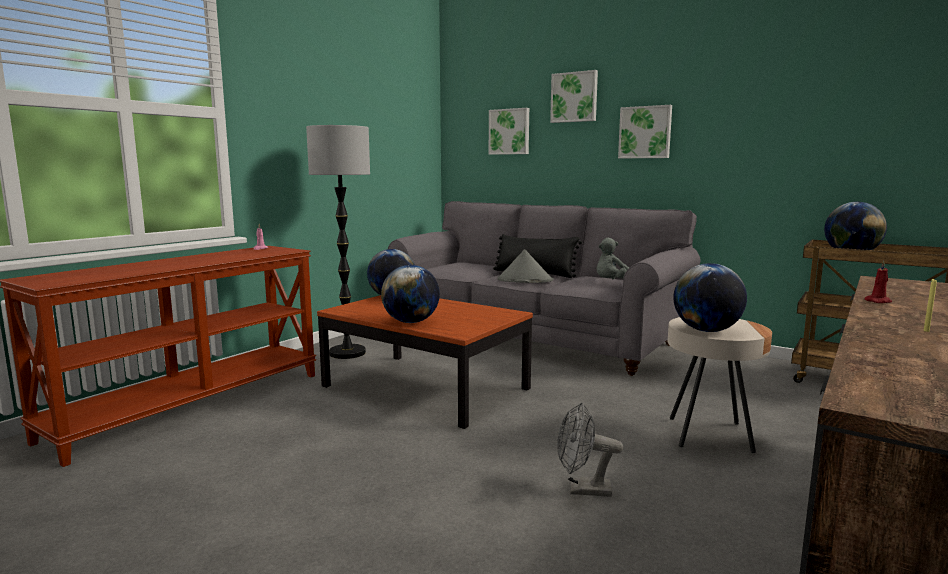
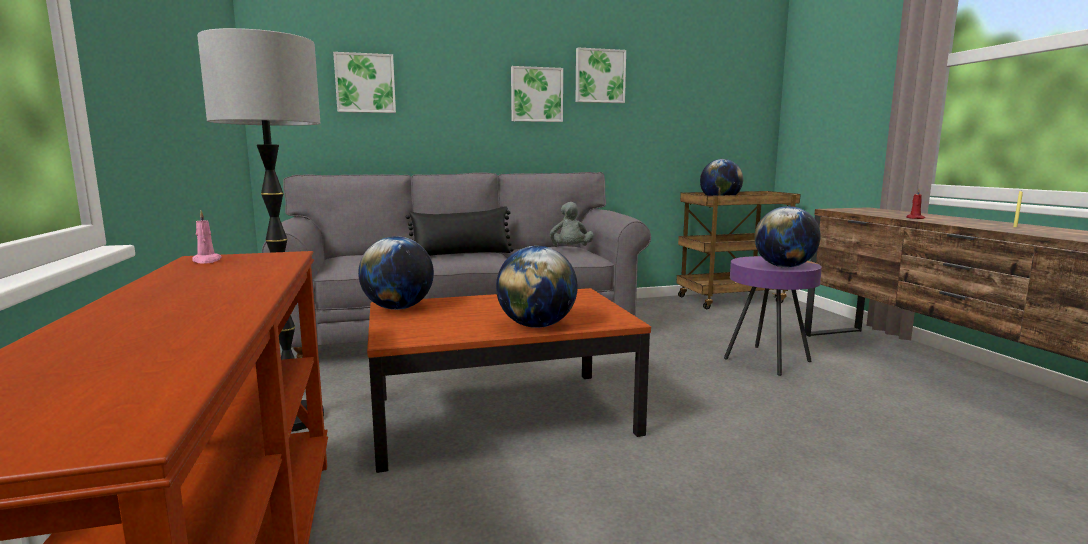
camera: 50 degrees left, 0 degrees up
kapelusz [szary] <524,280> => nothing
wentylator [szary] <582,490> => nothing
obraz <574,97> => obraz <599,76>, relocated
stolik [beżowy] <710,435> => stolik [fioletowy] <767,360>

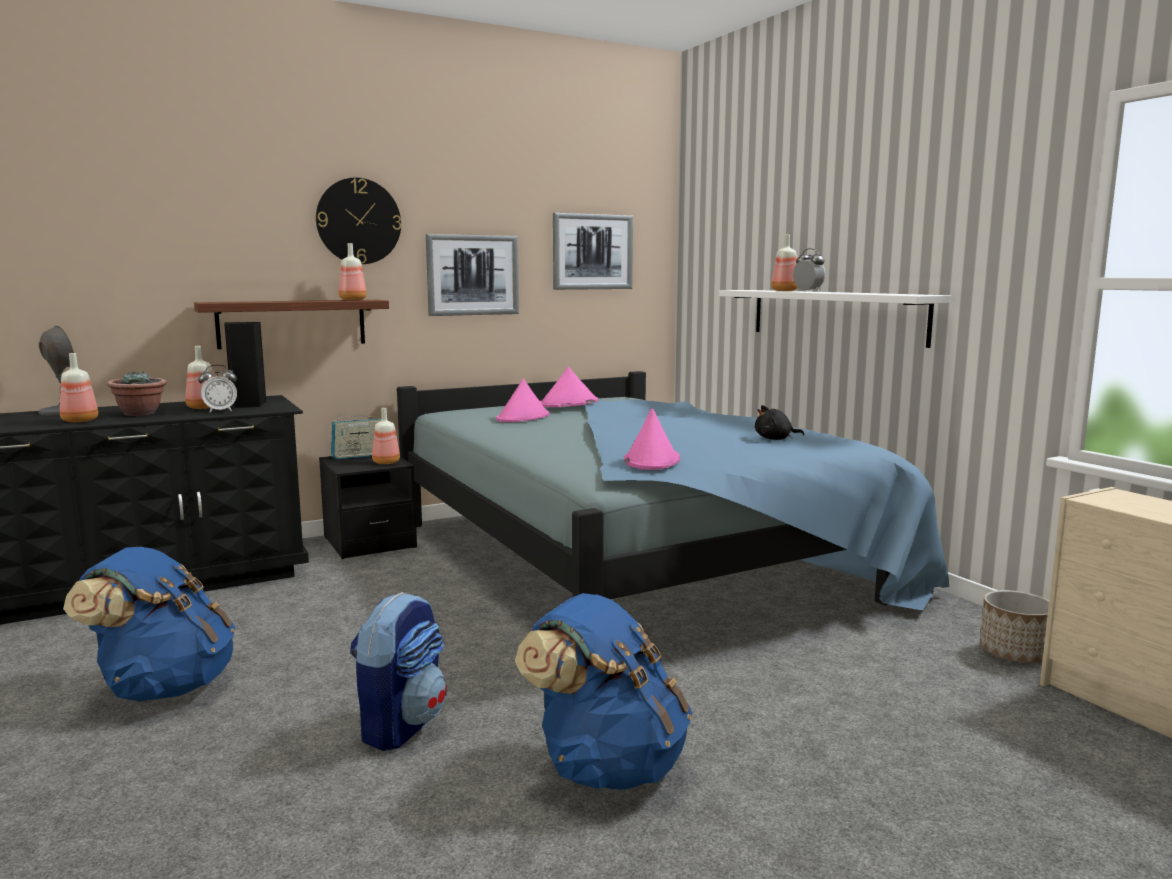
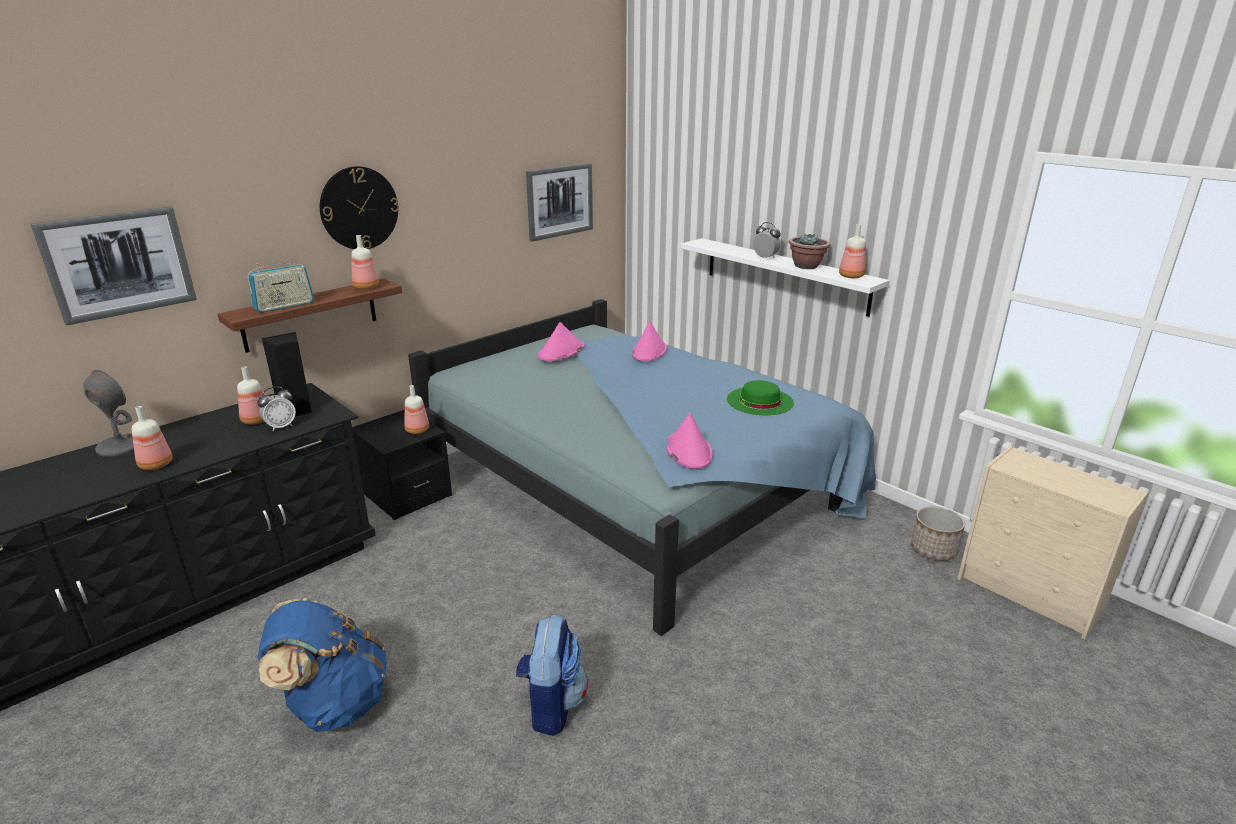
camera: 15 degrees left, 15 degrees up
plecak [niebieski] <606,766> => nothing
roślina doniczkowa <140,413> => roślina doniczkowa <806,266>, relocated
radio <359,456> => radio <284,306>, relocated
obraz <472,275> => obraz <119,264>, relocated
kapelusz [różowy] <523,418> => kapelusz [różowy] <649,351>, relocated
butelka <783,291> => butelka <850,276>, relocated
pluszak [czarny] <775,439> => kapelusz [zielony] <760,401>

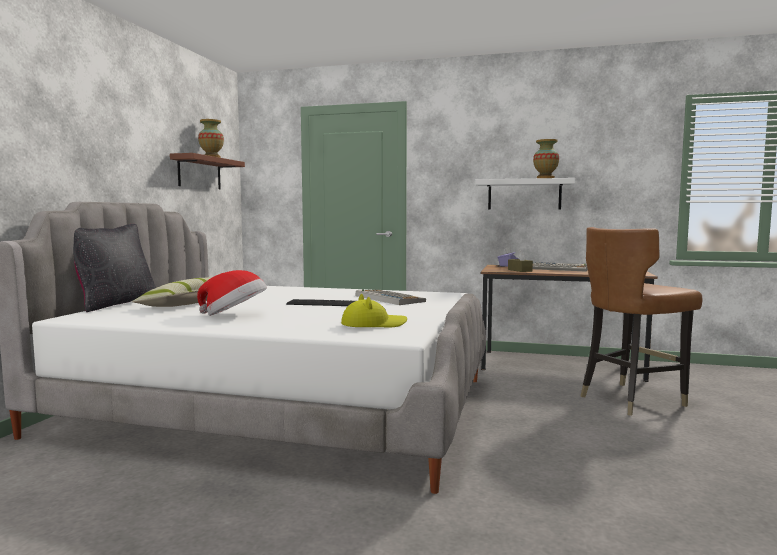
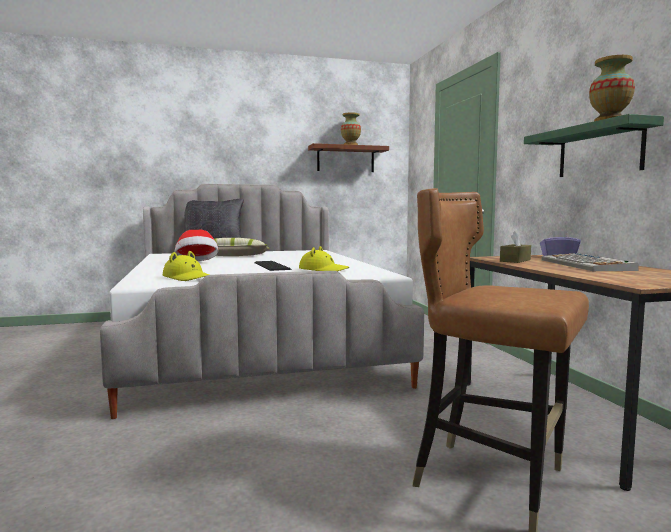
camera: 60 degrees right, 0 degrees up
klawiatura <388,298> => kapelusz [żółty] <323,270>
półka [biały] <524,194> => półka [zielony] <599,151>

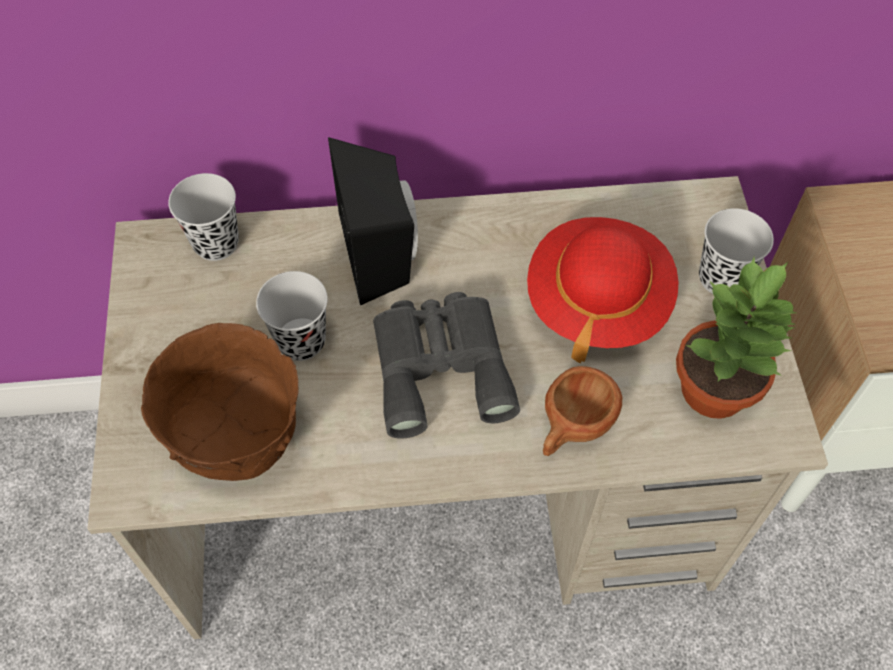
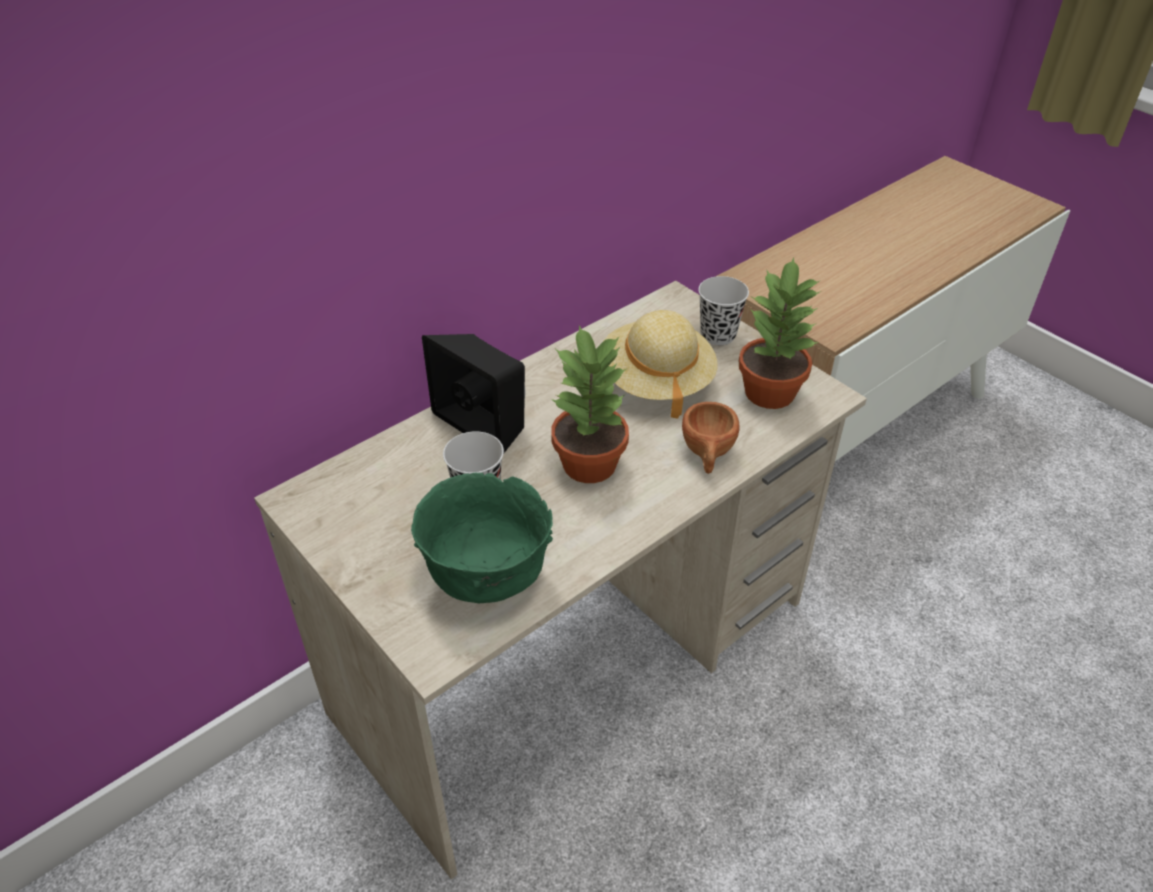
camera: 35 degrees left, 15 degrees down
filiżanka [czarny] <216,243> => nothing
lornetka [szary] <441,365> => roślina doniczkowa <590,463>
miska [brązowy] <238,437> => miska [zielony] <487,577>
kapelusz [czerwony] <597,301> => kapelusz [beżowy] <656,381>

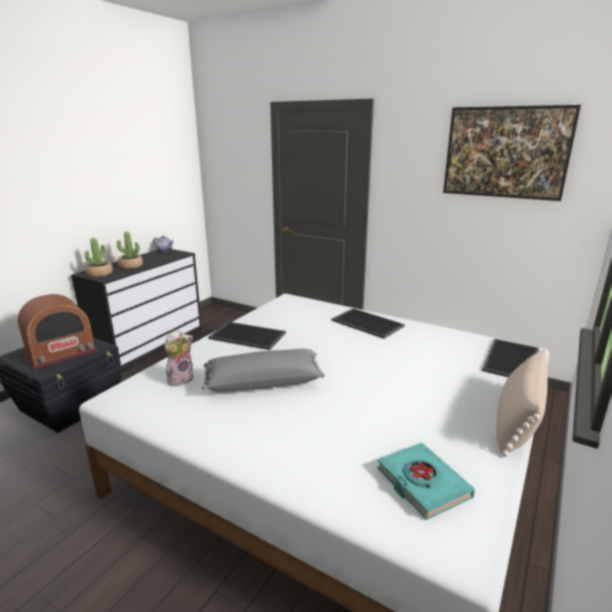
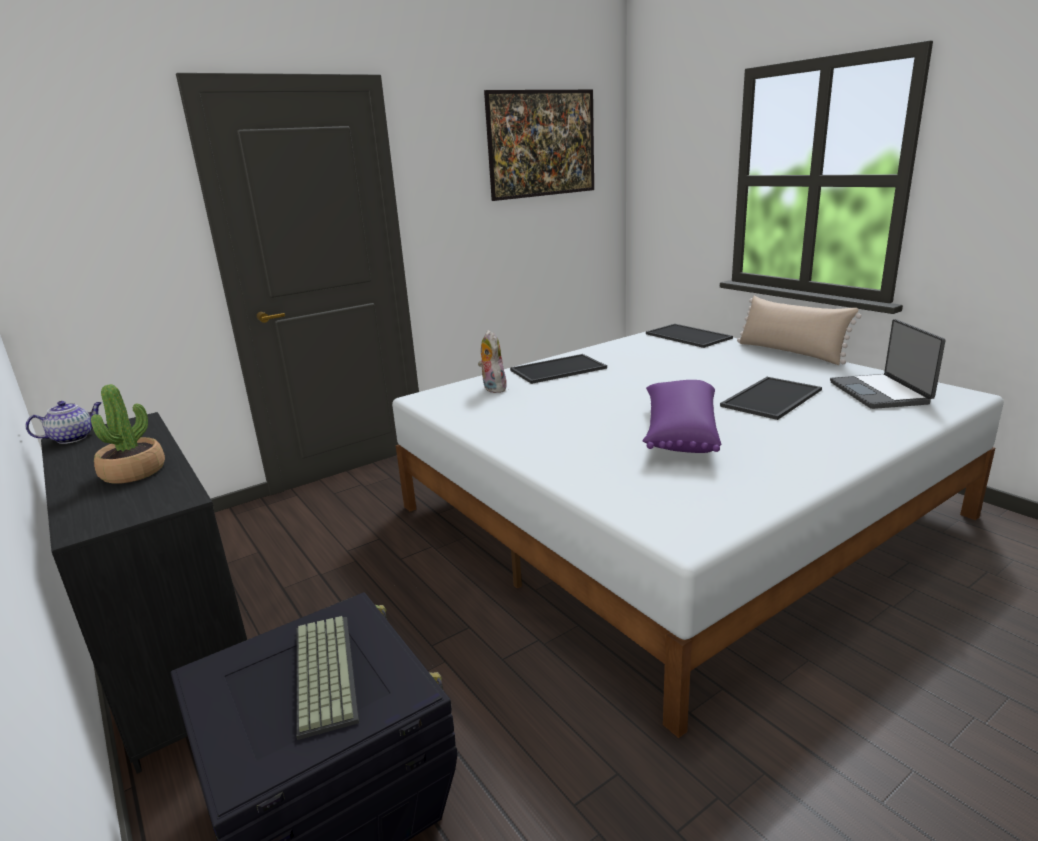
camera: 65 degrees left, 0 degrees up
roślina doniczkowa <100,274> => nothing
pluszak <180,379> => pluszak <492,388>, relocated
taca <246,336> => taca <772,399>, relocated
radio <61,352> => klawiatura <322,673>
książka [turkusowy] <422,483> => laptop <880,393>
poduszka [szary] <263,381> => poduszka [fioletowy] <679,433>

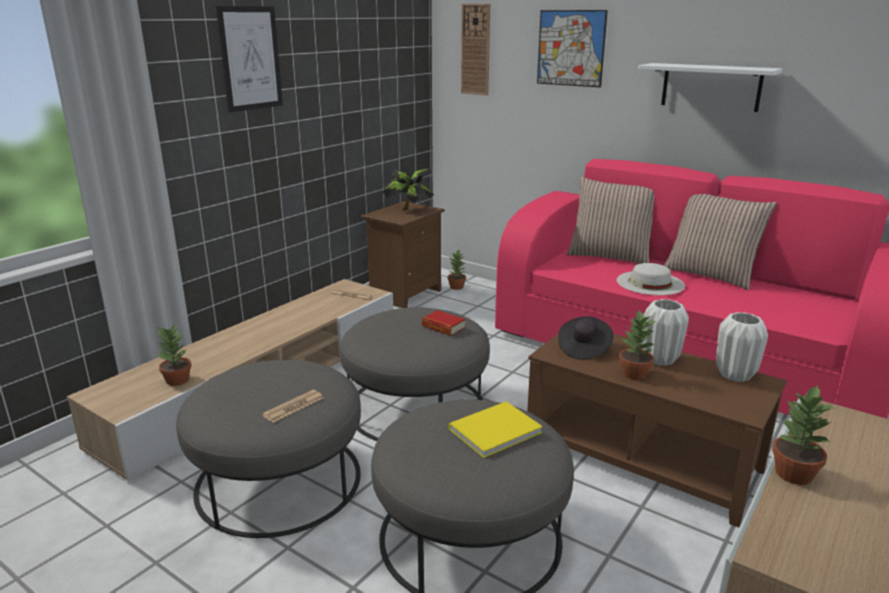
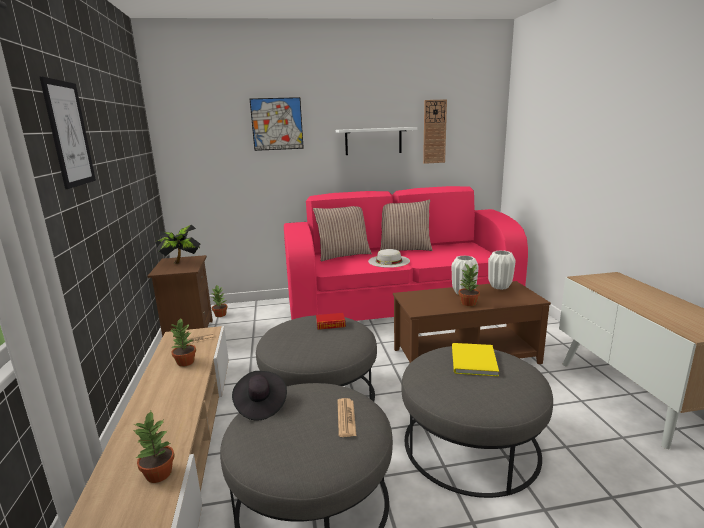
camera: 45 degrees left, 5 degrees down
zegar ścienny <475,50> => zegar ścienny <434,132>, relocated
kapelusz [czarny] <583,349> => kapelusz [czarny] <260,405>, relocated
roślina doniczkowa <793,474> => roślina doniczkowa <185,362>, relocated

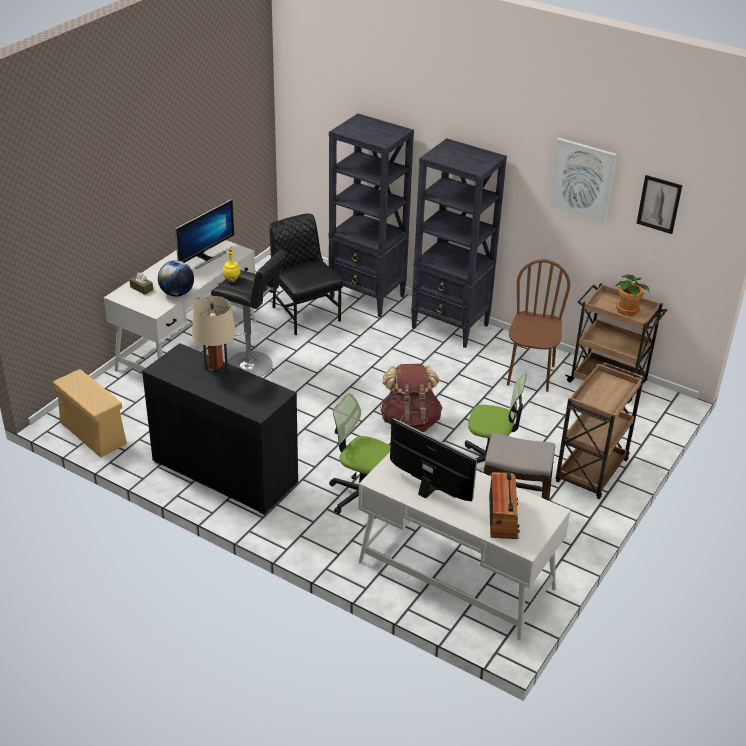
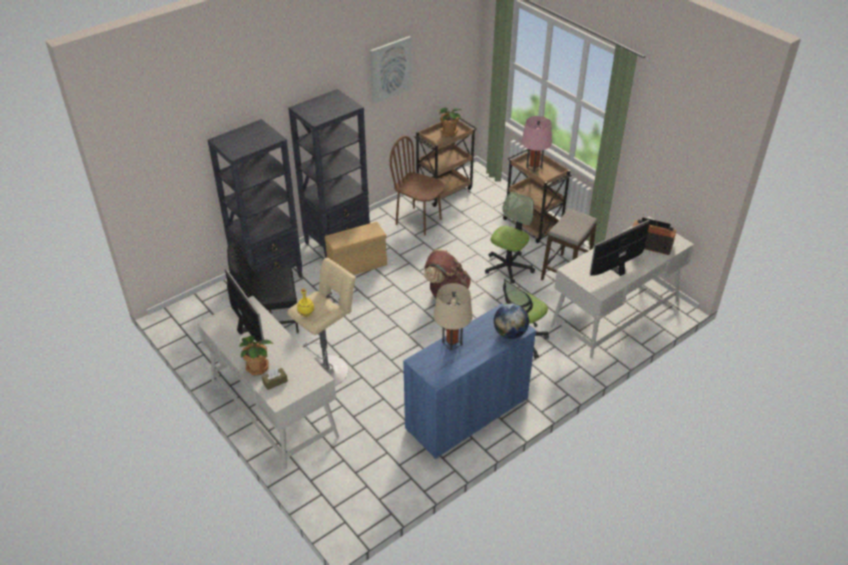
camera: 70 degrees left, 5 degrees up
obraz <659,204> => nothing
nothing => roślina doniczkowa <257,367>
nothing => lampa stołowa [różowy] <534,167>
pojemnik do przechowywania [beżowy] <92,433> => pojemnik do przechowywania [beżowy] <356,266>, relocated
globus <177,293> => globus <510,333>, relocated
szafka [czarny] <225,472> => szafka [niebieski] <467,414>
stołek [czarny] <252,366> => stołek [beżowy] <329,369>

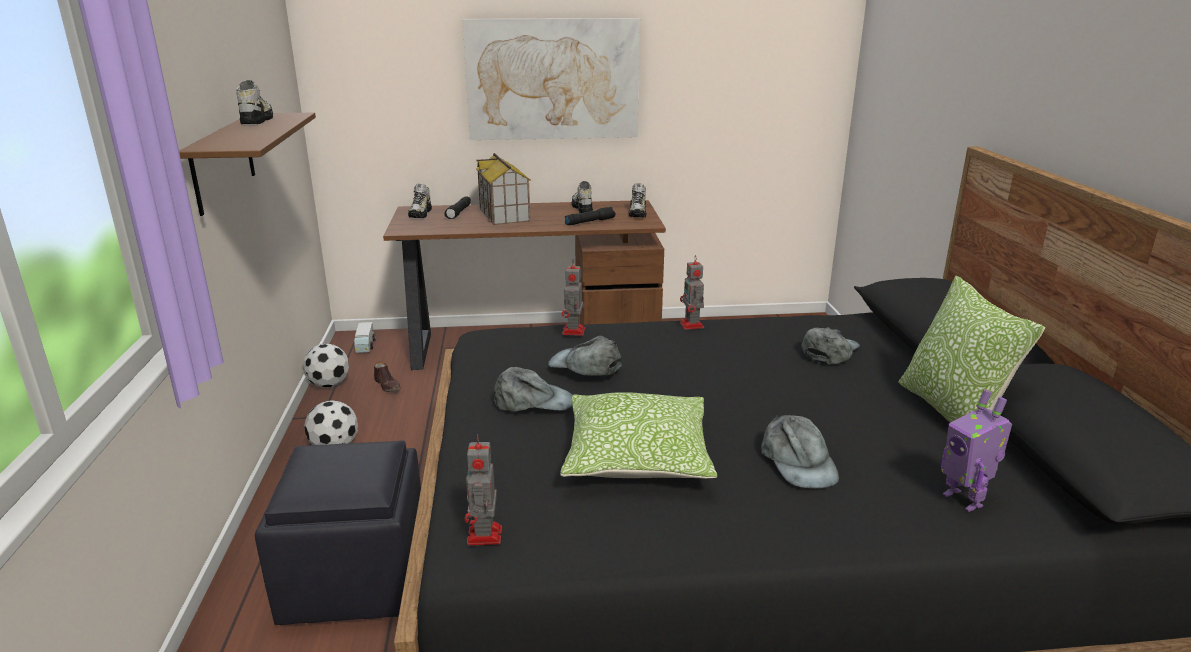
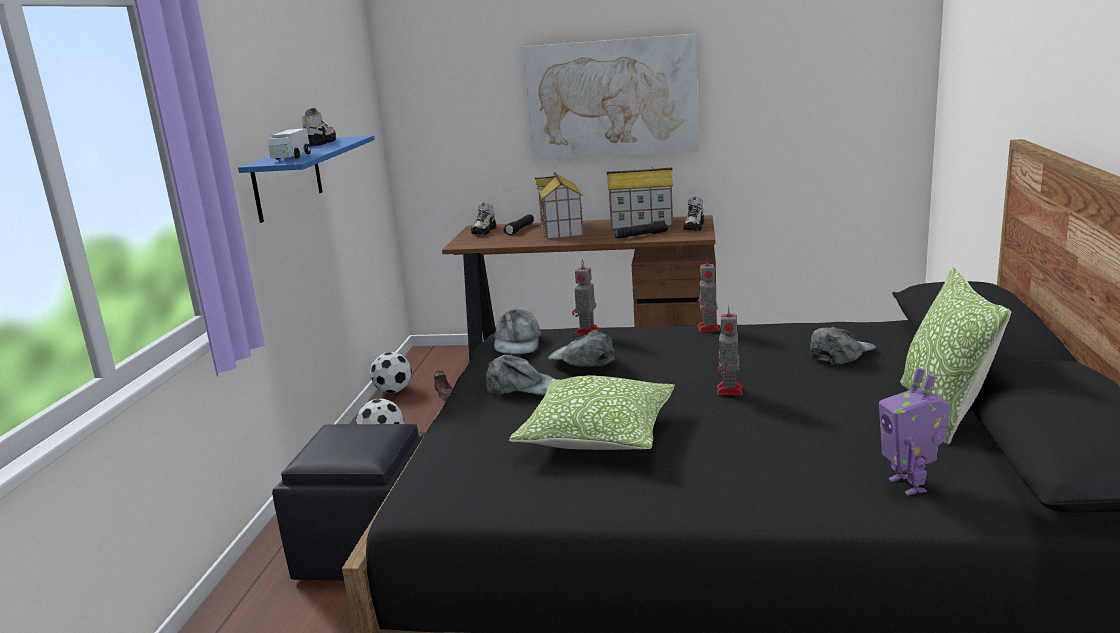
camera: 15 degrees right, 5 degrees down
ciężarówka zabawkowa <365,346> => ciężarówka zabawkowa <291,157>, relocated
robot zabawkowy <484,537> => robot zabawkowy <729,391>, relocated
czapka z daszkiem [szary] <797,462> => czapka z daszkiem [szary] <517,342>, relocated
but <582,208> => domek <640,223>
półka [brązowy] <223,162> => półka [niebieski] <288,179>

